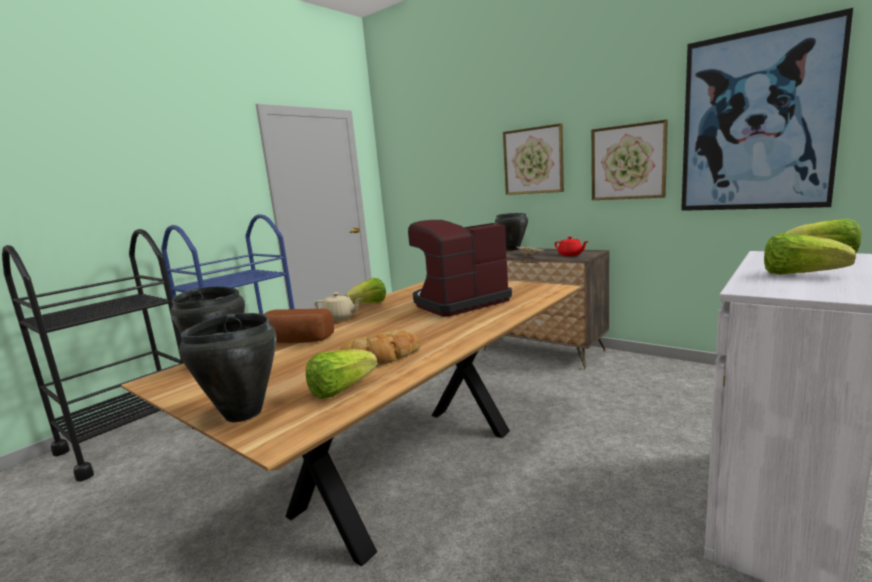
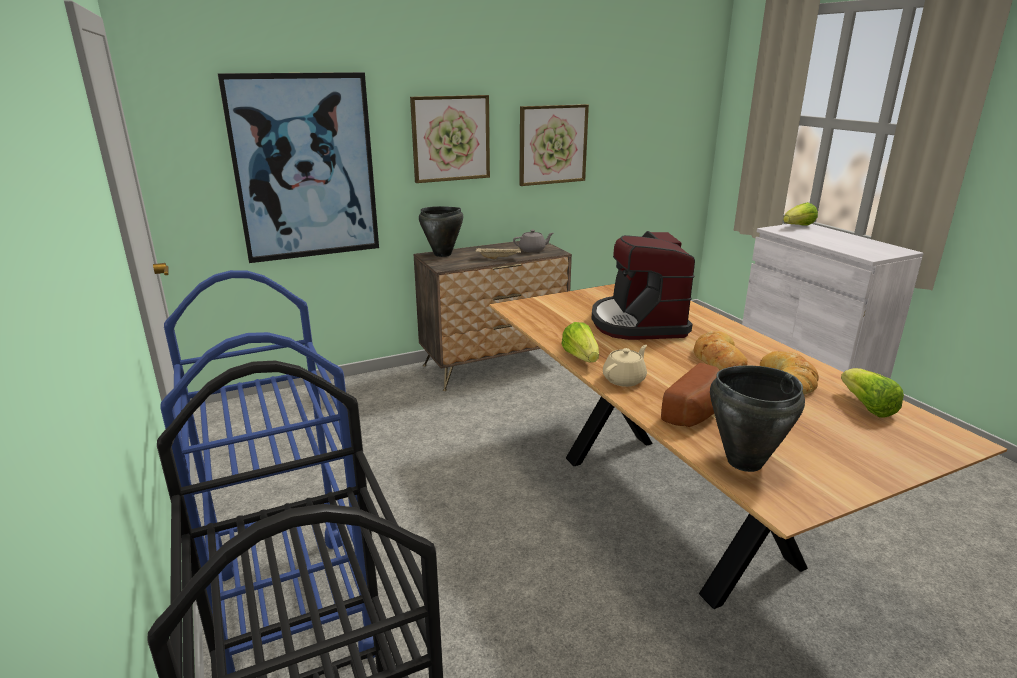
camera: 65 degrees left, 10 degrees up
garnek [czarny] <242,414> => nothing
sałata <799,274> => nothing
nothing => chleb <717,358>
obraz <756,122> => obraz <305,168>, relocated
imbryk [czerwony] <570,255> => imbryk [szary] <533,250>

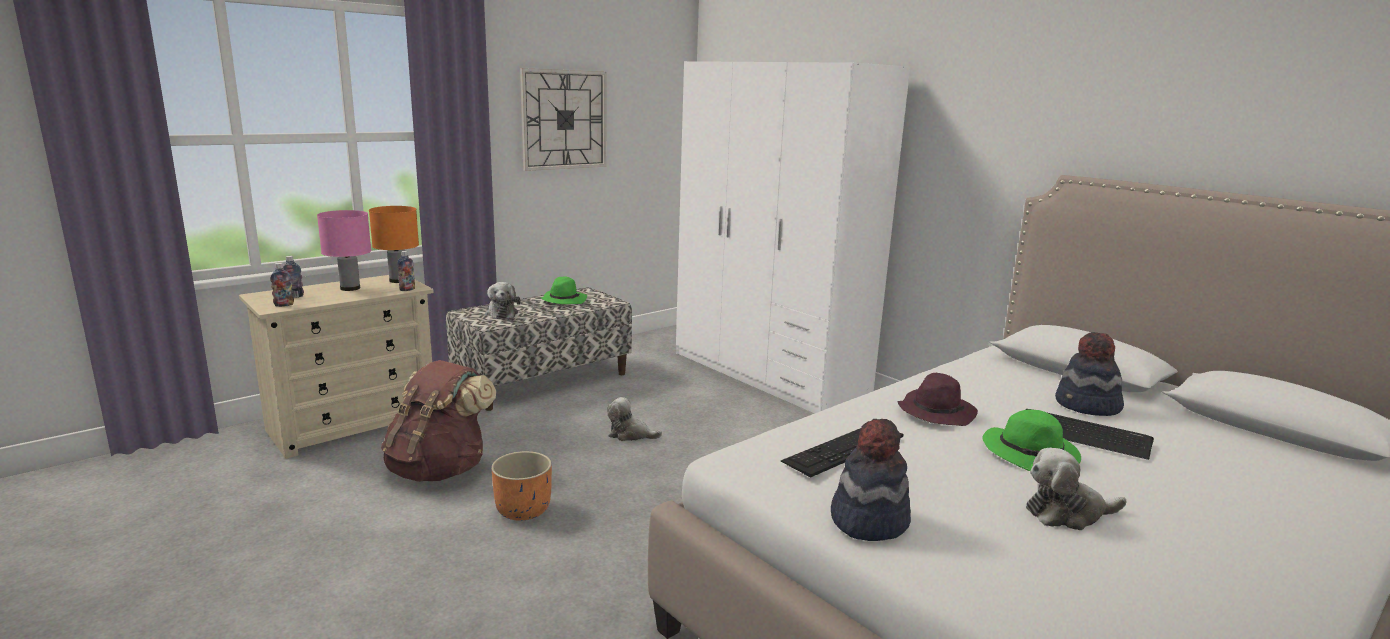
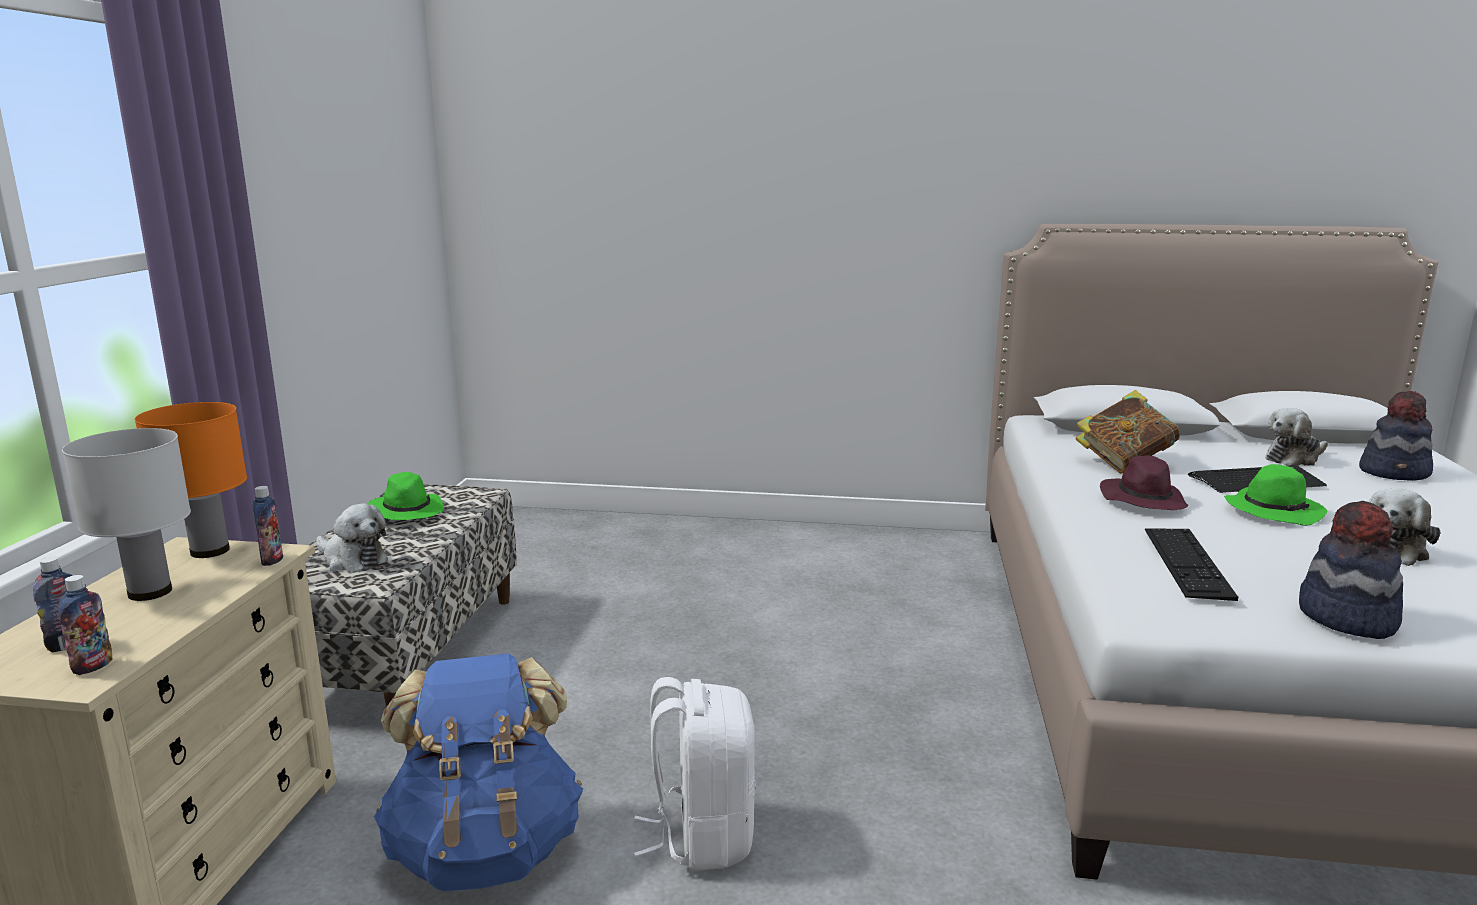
camera: 40 degrees left, 0 degrees up
zegar ścienny <564,120> => nothing
szafa [biały] <768,374> => nothing
nothing => książka <1124,464>
pluszak <630,434> => pluszak <1294,458>, relocated
kapelusz <1087,406> => kapelusz <1395,473>, relocated
donica [pomarańczowy] <523,509> => plecak [biały] <702,835>
lampa stołowa [różowy] <350,288> => lampa stołowa [biały] <149,592>
plecak [brązowy] <440,470> => plecak [niebieski] <486,850>

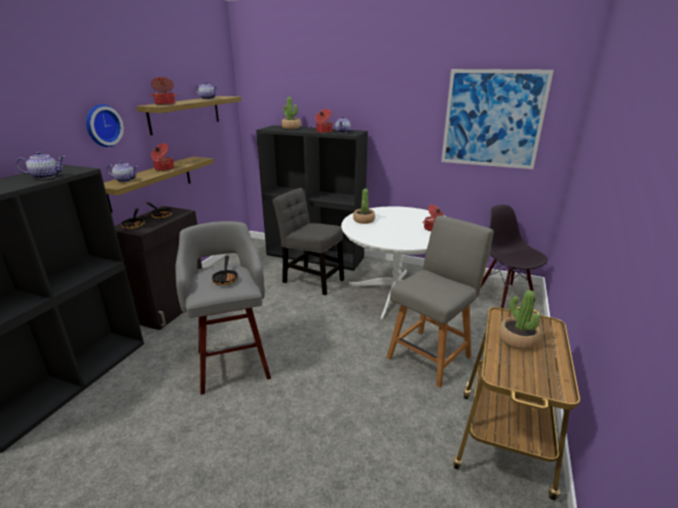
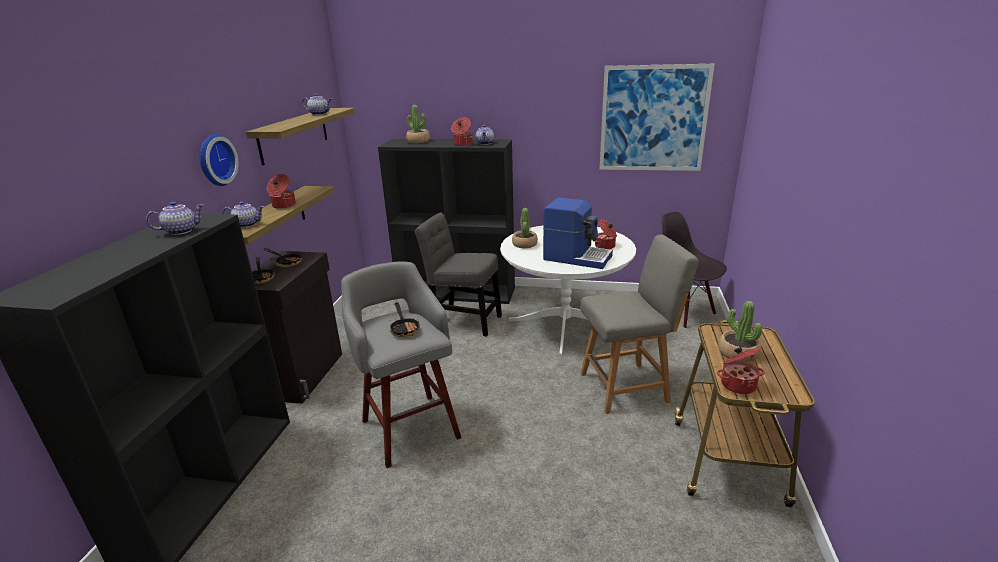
camera: 10 degrees left, 0 degrees up
nothing => ekspres do kawy <577,257>
garnek <165,104> => garnek <737,384>, relocated
krzesło [szary] <430,355> => krzesło [szary] <627,387>, 45 degrees clockwise

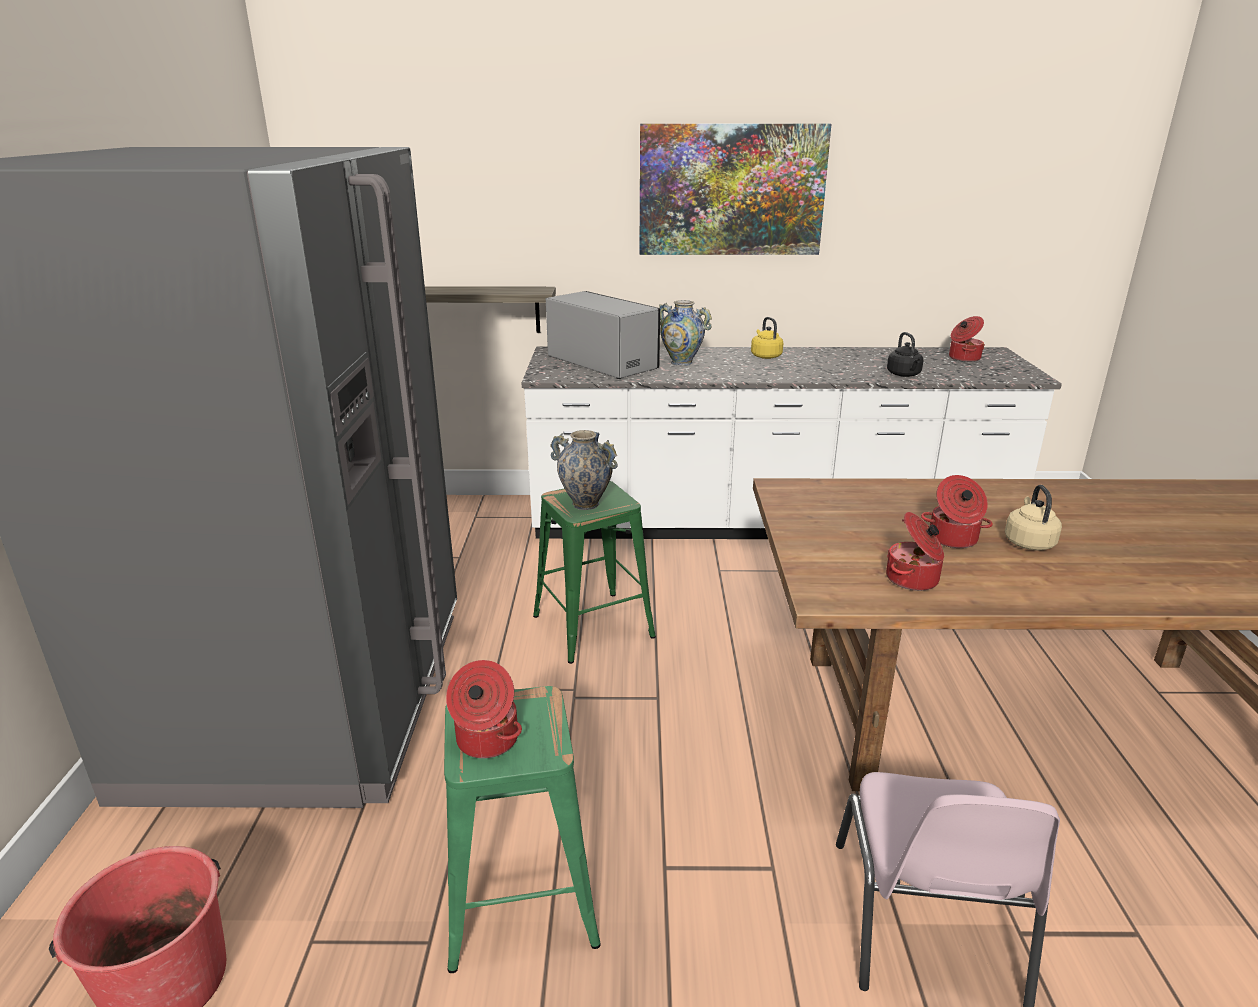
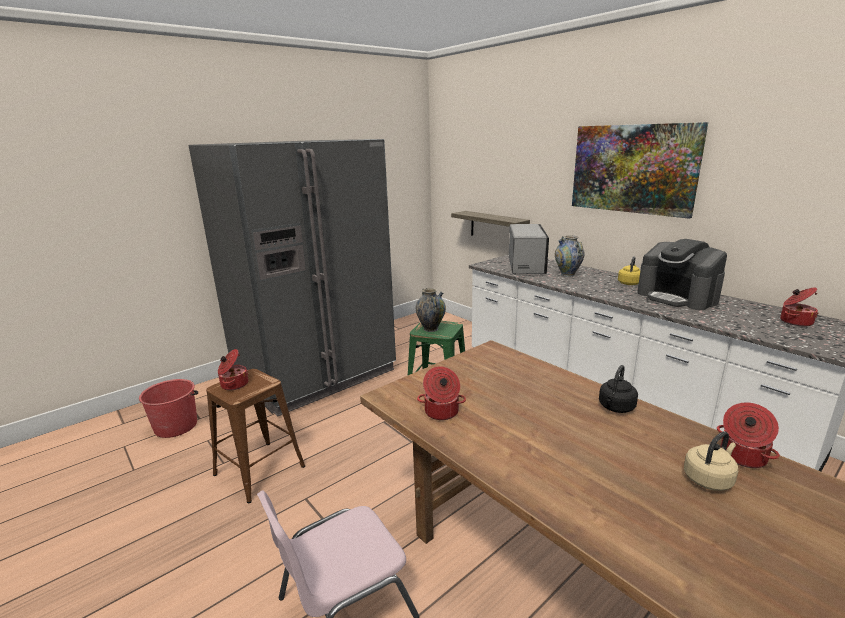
camera: 50 degrees right, 5 degrees down
nothing => ekspres do kawy <677,297>
czajnik [czarny] <904,375> => czajnik [czarny] <616,408>, relocated
garnek <952,539> => garnek <742,456>, relocated
czajnik [beżowy] <1028,542> => czajnik [beżowy] <709,479>, relocated
stołek [zielony] <518,896> => stołek [brązowy] <259,470>

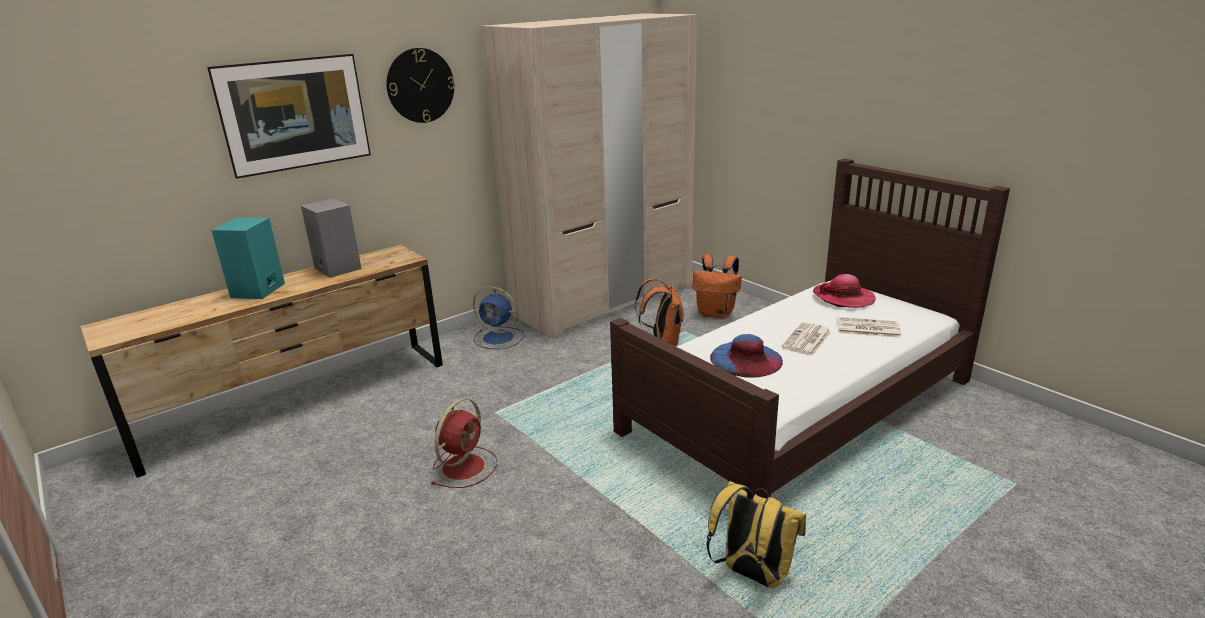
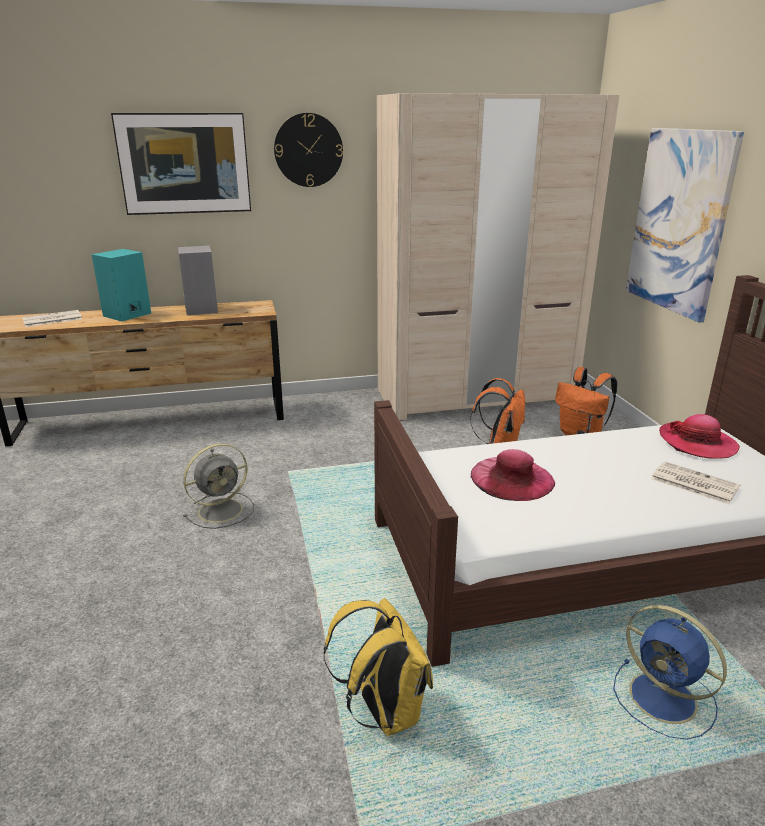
camera: 25 degrees right, 0 degrees up
nothing => obraz <679,222>
wentylator [niebieski] <499,338> => wentylator [niebieski] <665,699>, relocated
gazeta <807,340> => gazeta <51,319>, relocated
wentylator [czerwony] <464,466> => wentylator [szary] <222,510>
kapelusz [niebieski] <746,359> => kapelusz [różowy] <512,478>

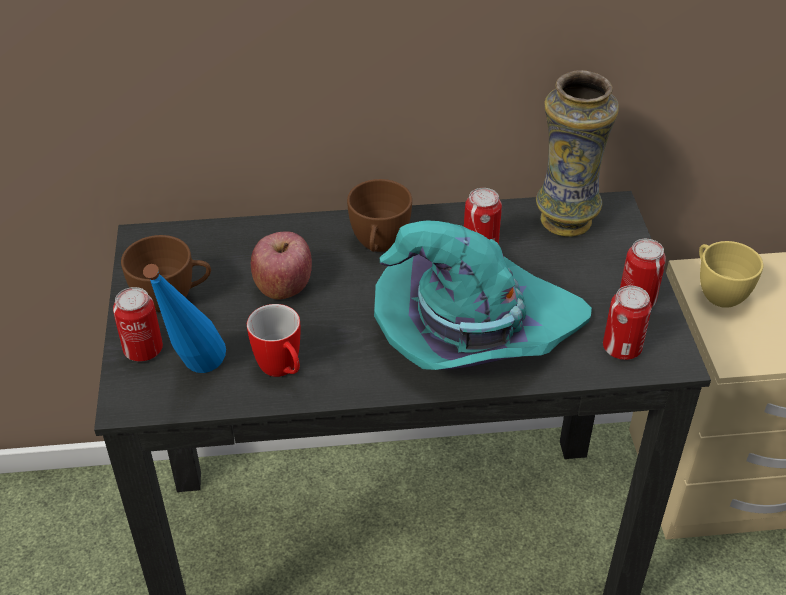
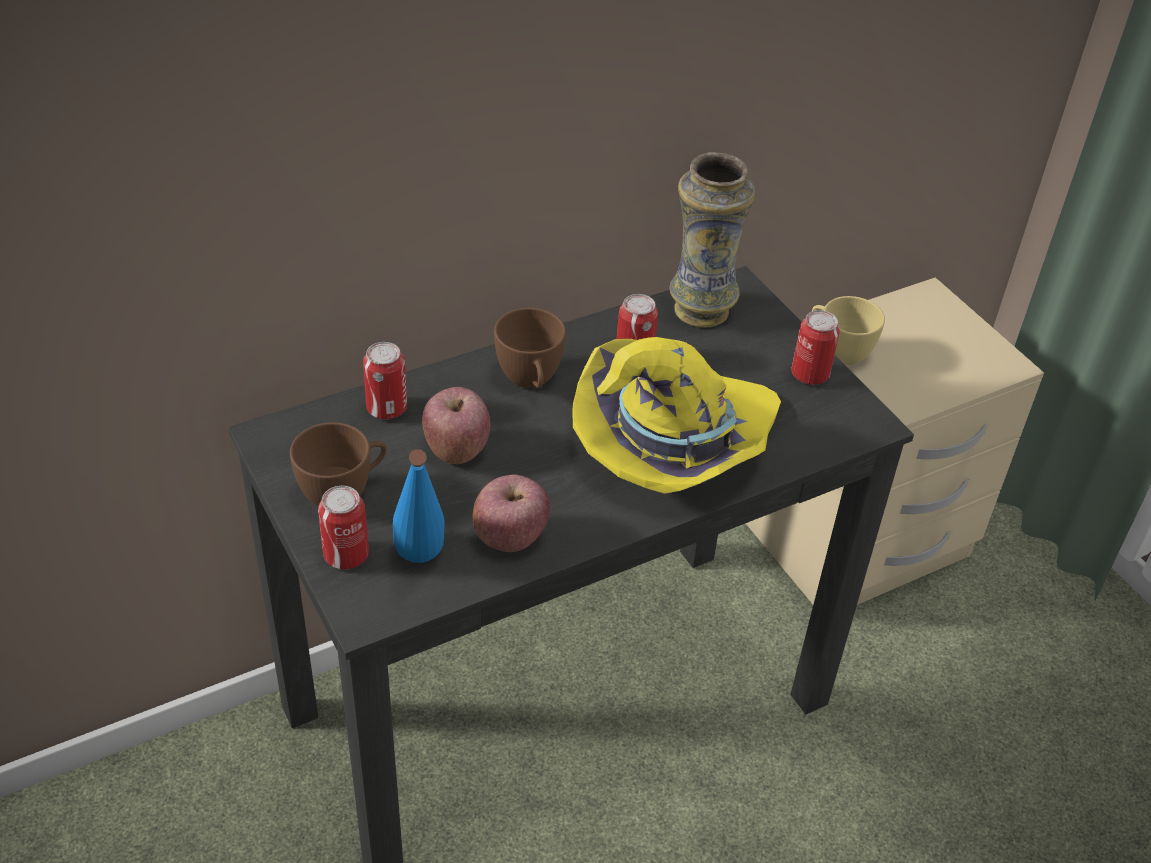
camera: 25 degrees left, 0 degrees up
puszka <622,348> => puszka <387,408>, relocated
kubek <283,371> => jabłko <510,537>
kapelusz [turkusowy] <473,329> => kapelusz [żółty] <673,443>

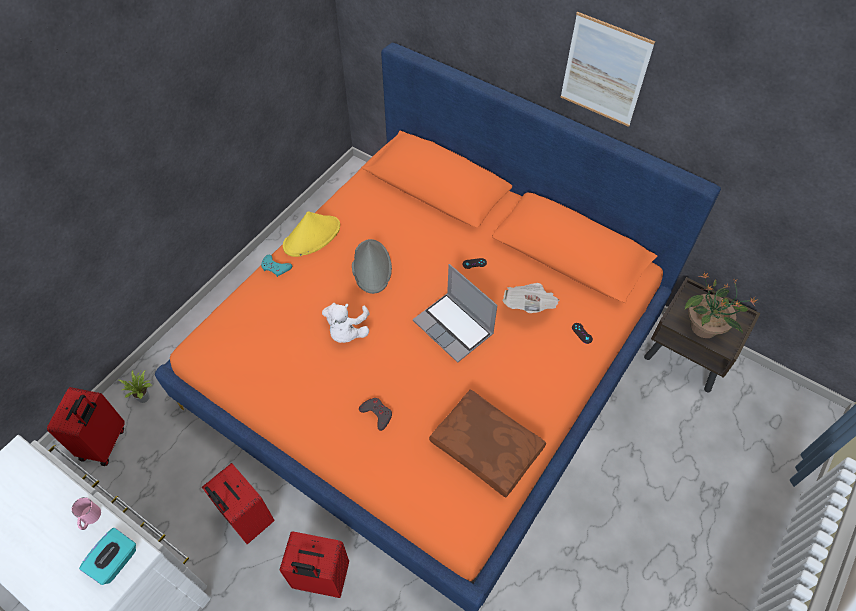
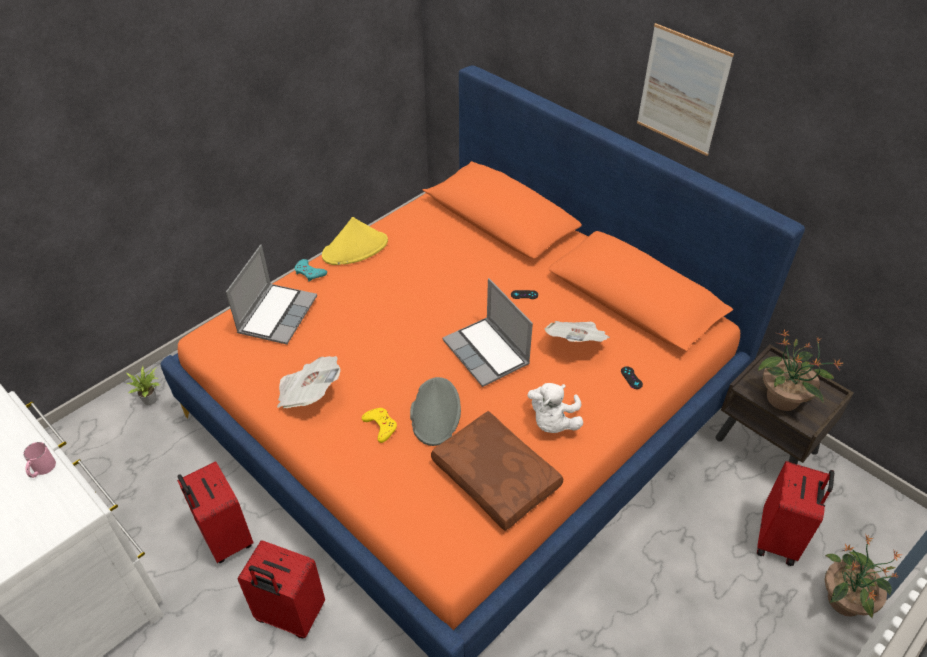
camera: 10 degrees right, 10 degrees down
pudełko chusteczek [turkusowy] <115,561> => nothing
nothing => laptop <277,314>
nothing => gazeta <309,394>
nothing => roślina doniczkowa <844,601>
walizka [czerwony] <104,443> => walizka [czerwony] <779,539>, relocated
pluszak [biały] <346,331> => pluszak [biały] <552,422>, relocated
kapelusz [szary] <371,266> => kapelusz [szary] <435,411>, relocated
pad do gier [szary] <377,414> => pad do gier [żółty] <380,426>

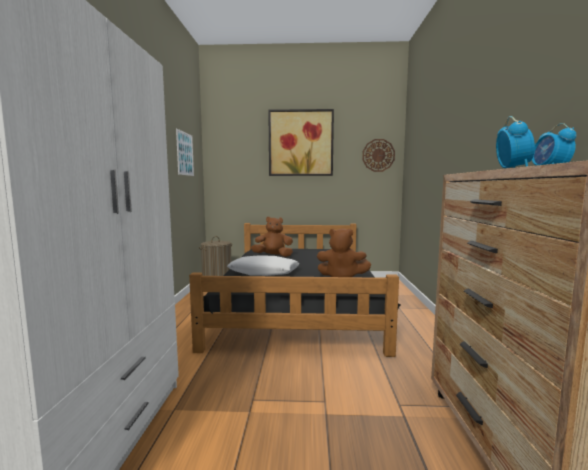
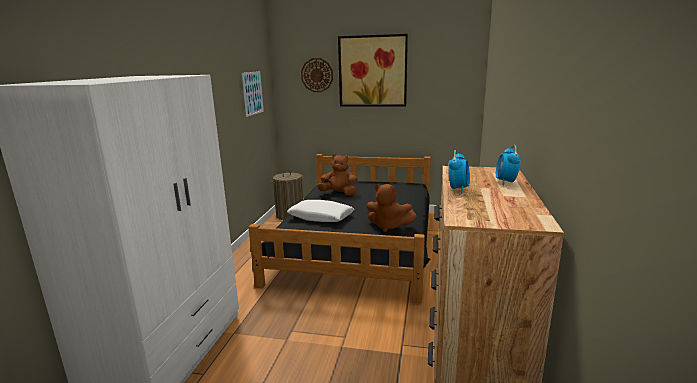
camera: 10 degrees right, 10 degrees up
zegar ścienny <378,155> => zegar ścienny <317,75>, relocated

